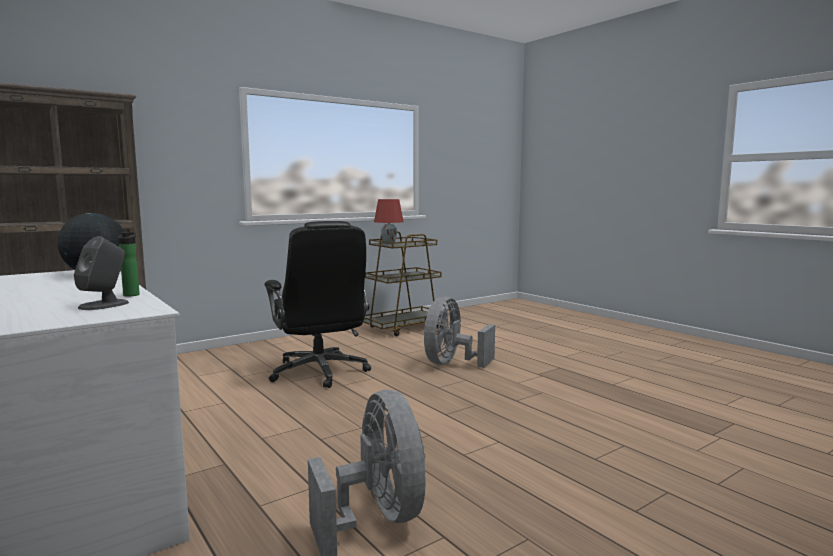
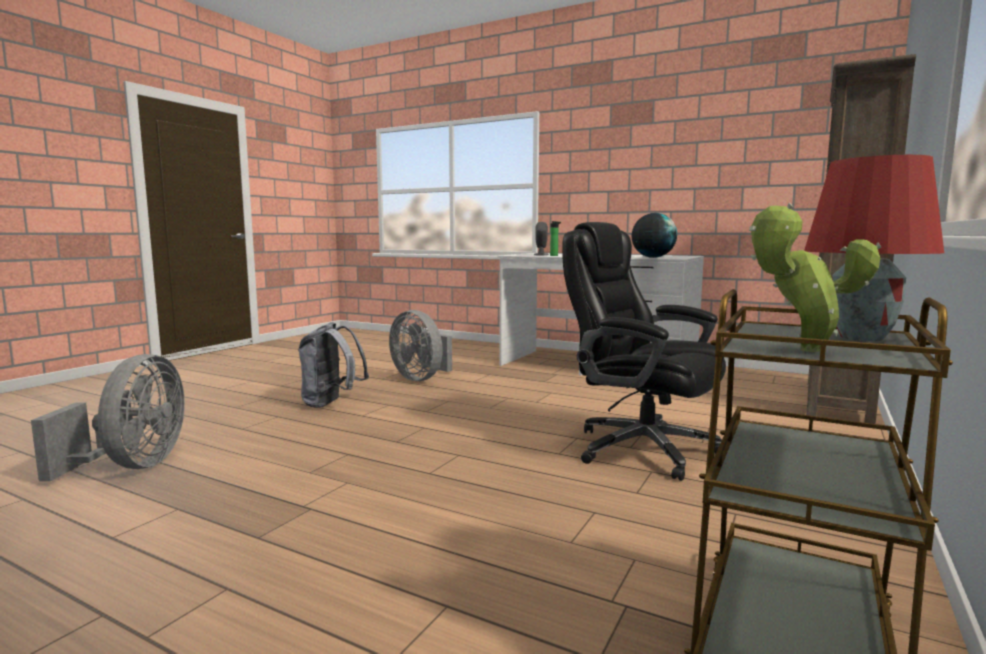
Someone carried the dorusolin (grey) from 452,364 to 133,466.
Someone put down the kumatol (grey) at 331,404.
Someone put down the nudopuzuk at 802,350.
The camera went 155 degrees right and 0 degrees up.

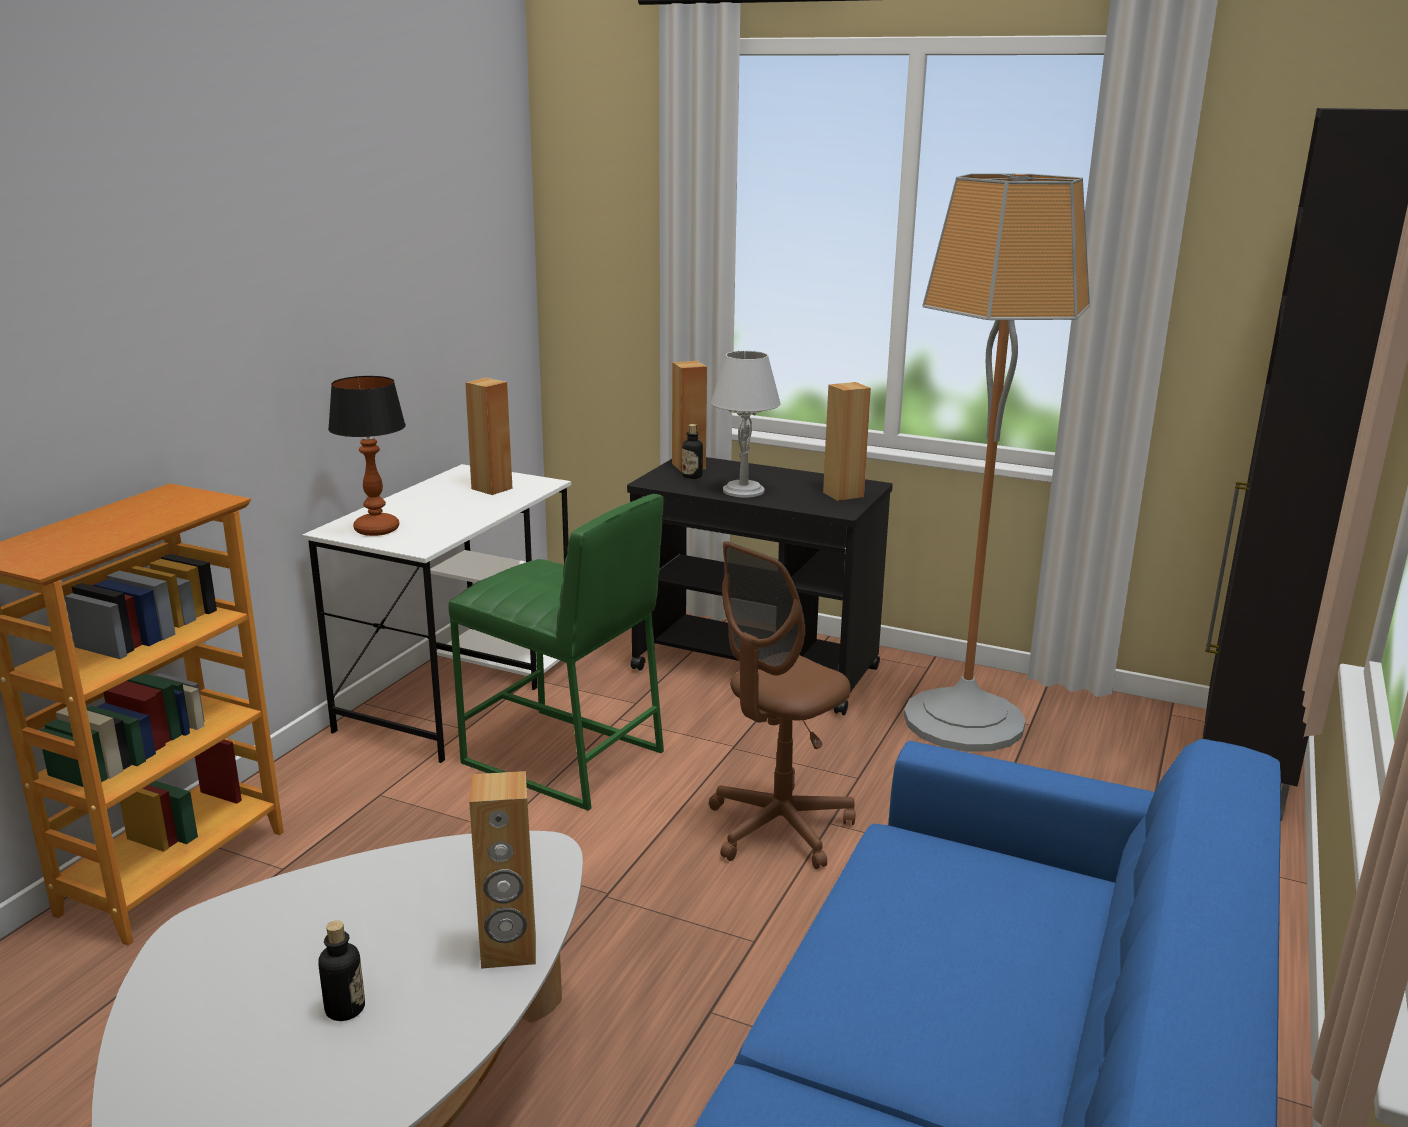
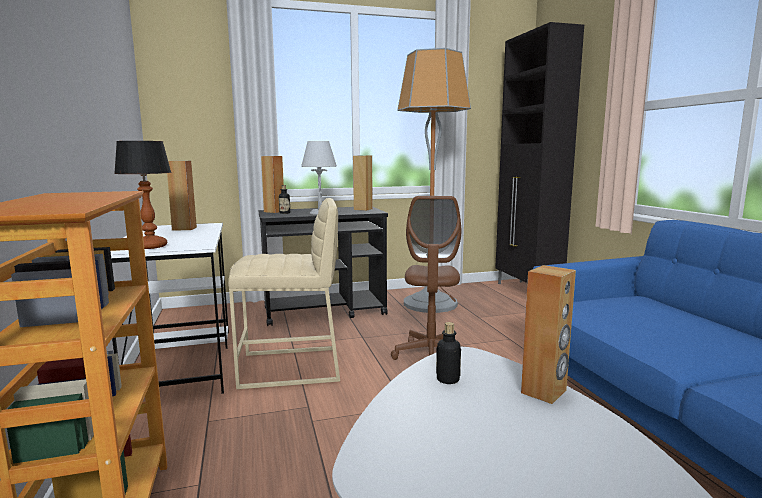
Someone carried the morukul from 345,1008 to 448,379.
Someone repainted the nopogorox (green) at 563,758, which became the nopogorox (beige) at 291,367.
The camera went 40 degrees left and 10 degrees down.

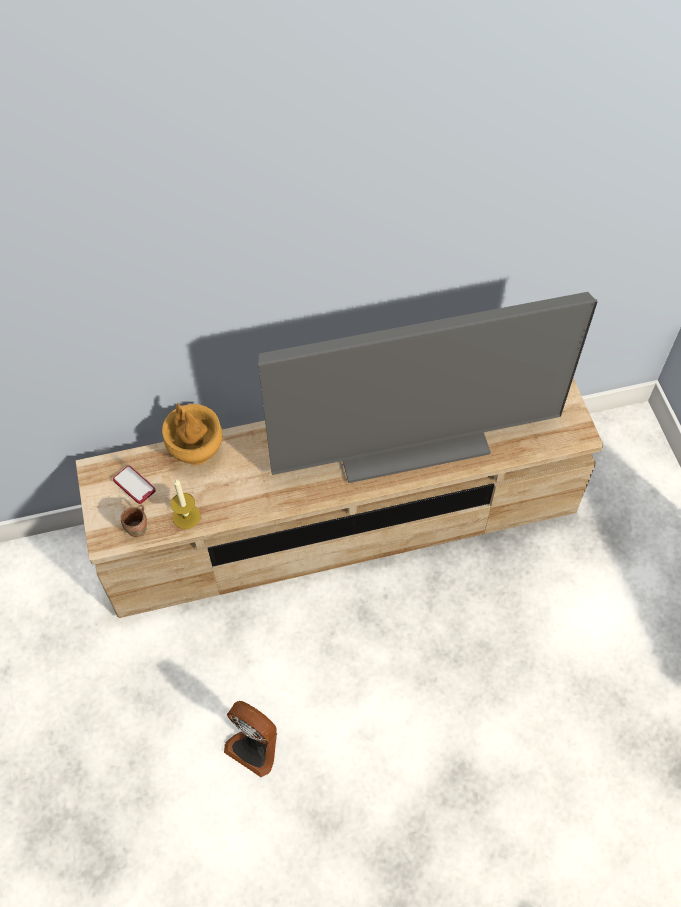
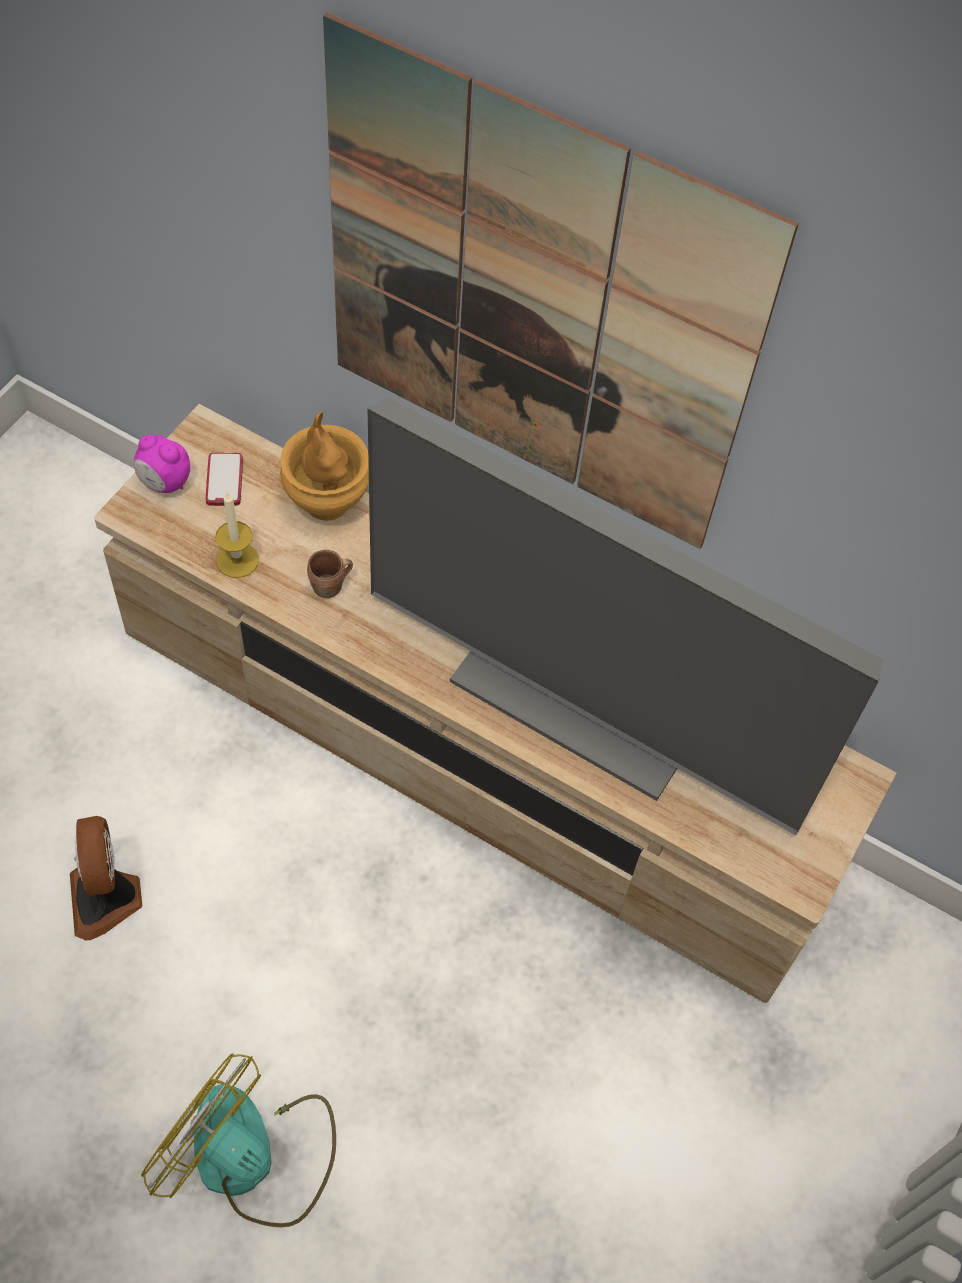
Someone carried the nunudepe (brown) from 139,528 to 330,587.
Someone put down the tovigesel at 164,483.
Someone put down the dorusolin at 252,1157.
Someone put up the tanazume at 534,301.
The camera went 40 degrees right and 0 degrees up.

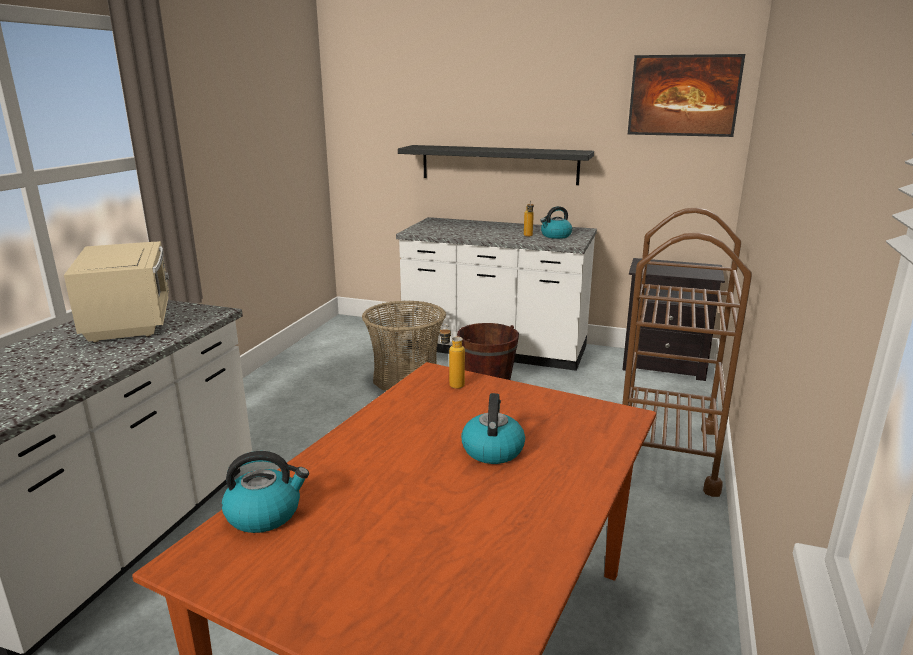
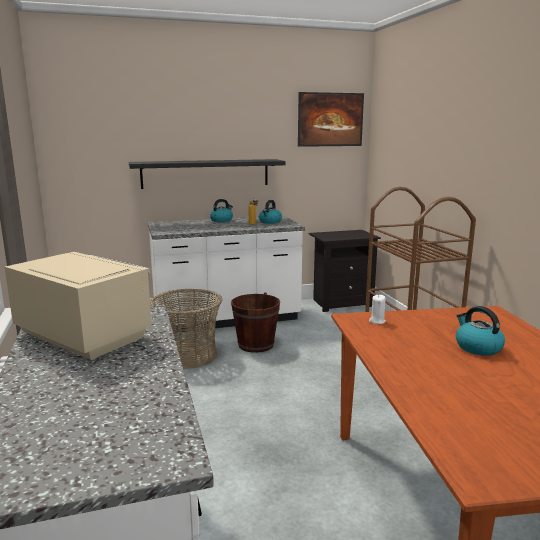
Someone carried the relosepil from 265,513 to 221,220.
Someone swapped the morukul at 451,384 for the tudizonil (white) at 377,321.
The camera went 35 degrees left and 5 degrees down.

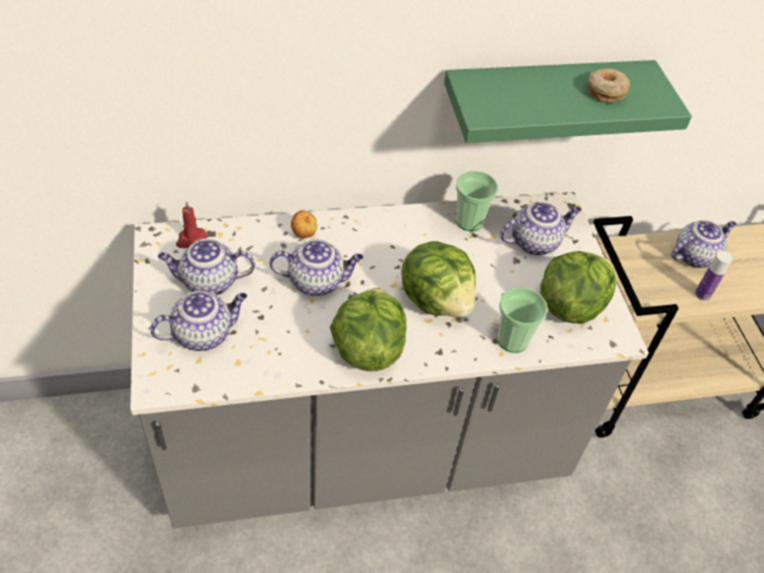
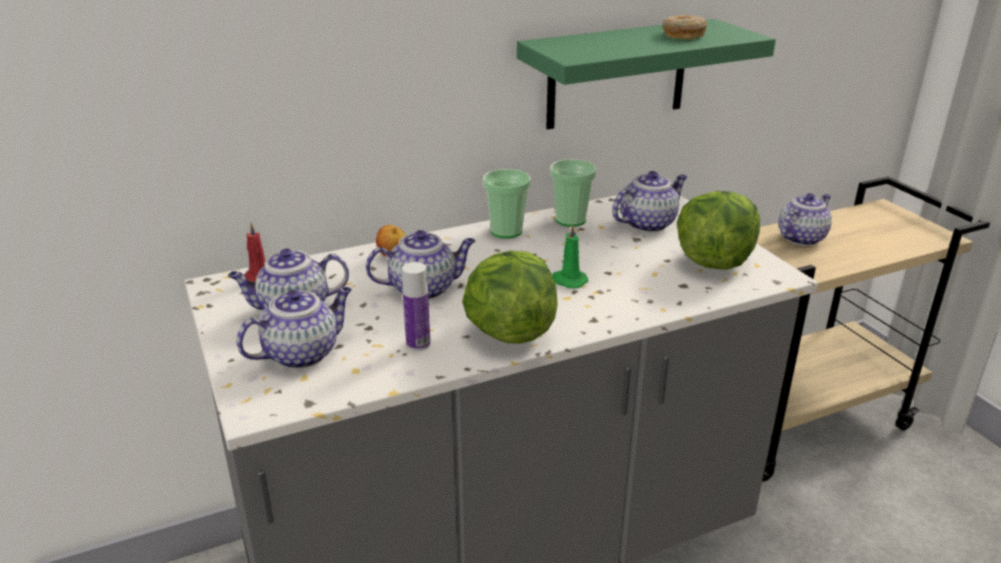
Someone swapped the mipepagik at 437,300 for the tudizonil (green) at 568,280.
Someone carried the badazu from 512,340 to 506,231.
Someone carried the morukul from 702,294 to 418,344.
The camera went 10 degrees left and 20 degrees down.

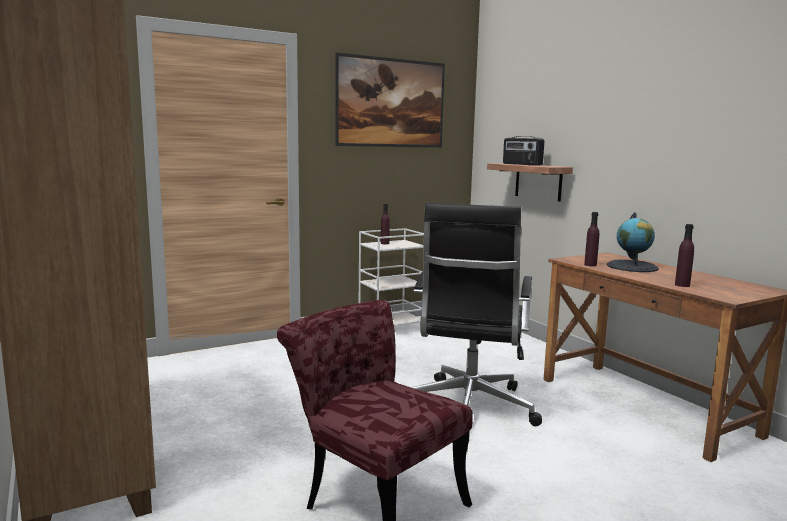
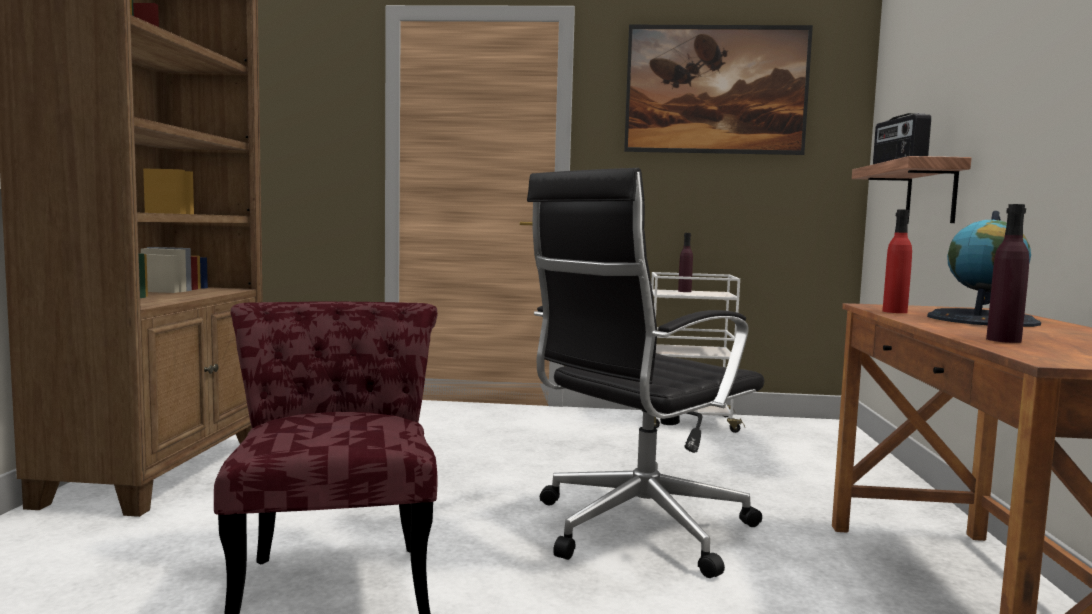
Someone repainted the morukul (purple) at 590,265, which became the morukul (red) at 894,311.
The camera went 35 degrees right and 5 degrees down.

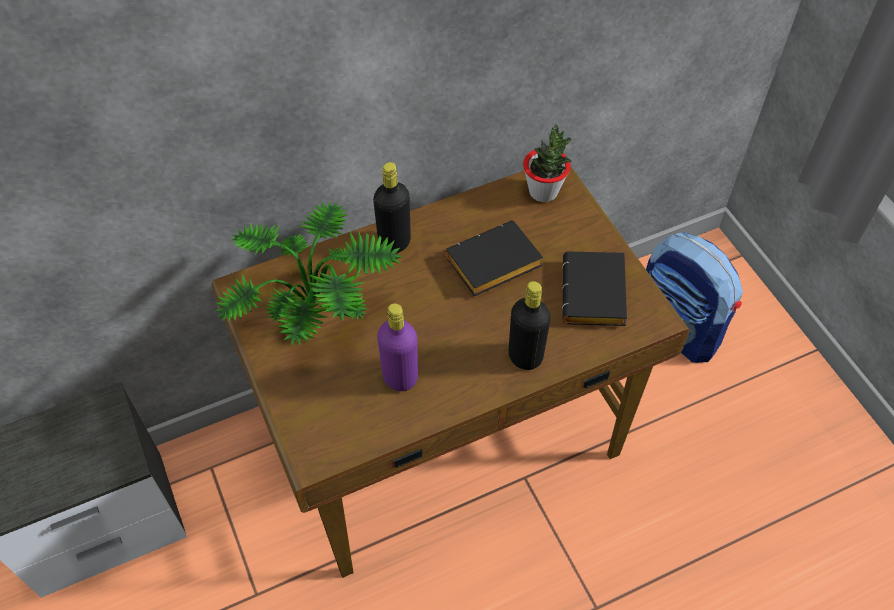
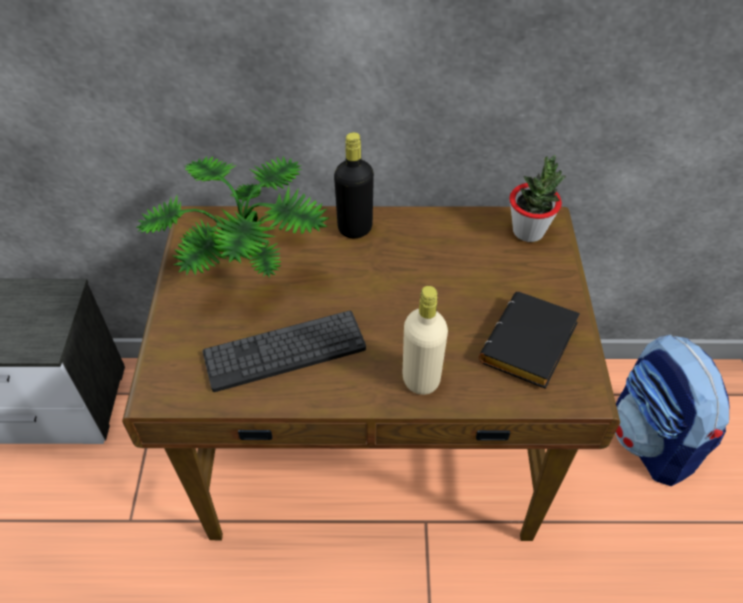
Someone swapped the morukul (purple) at 400,377 for the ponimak at 285,351.
Someone took away the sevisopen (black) at 492,265.
Someone repainted the morukul (black) at 525,356, which became the morukul (beige) at 421,379.
The camera went 25 degrees right and 5 degrees down.

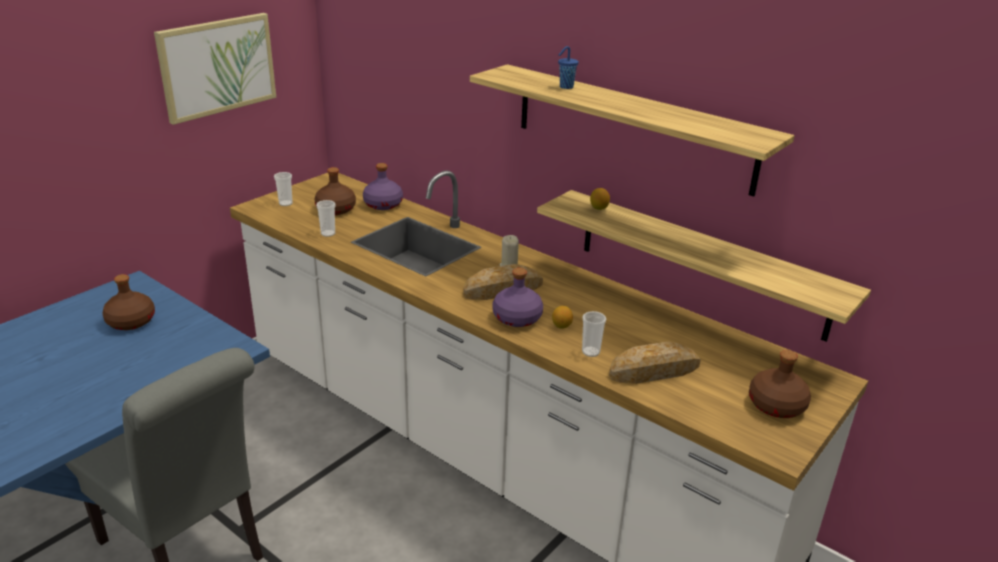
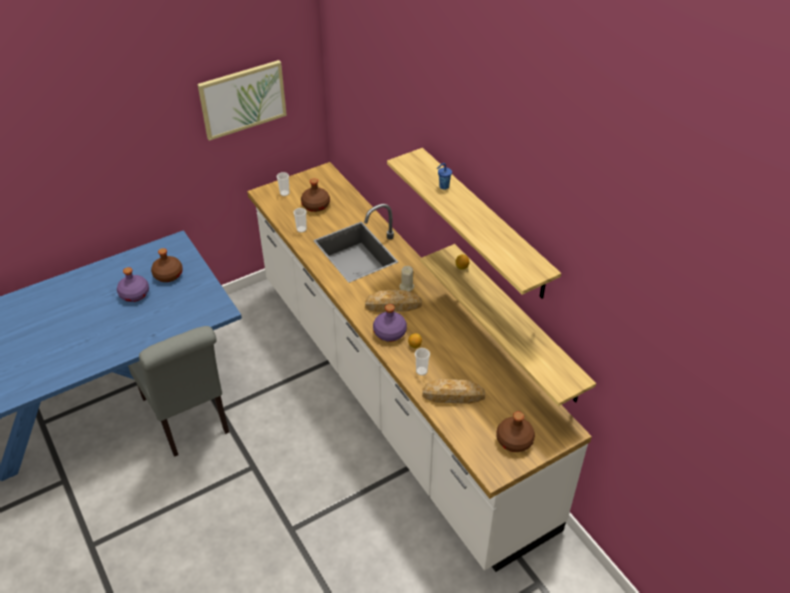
Someone carried the morukul (purple) from 383,204 to 135,294.
The camera went 20 degrees right and 15 degrees up.

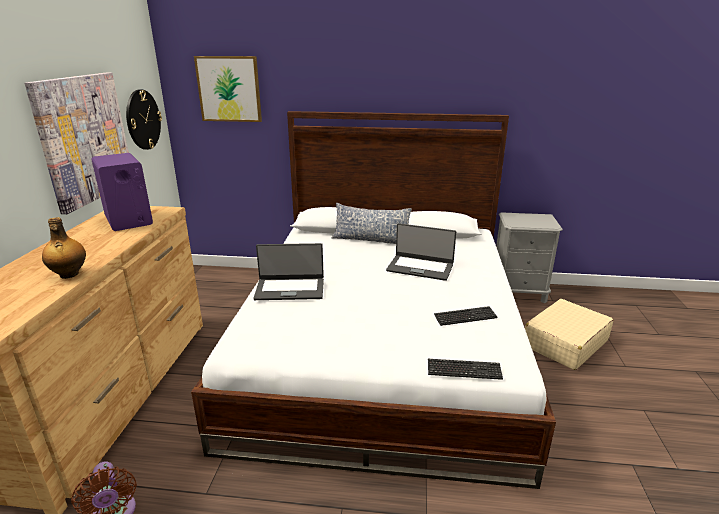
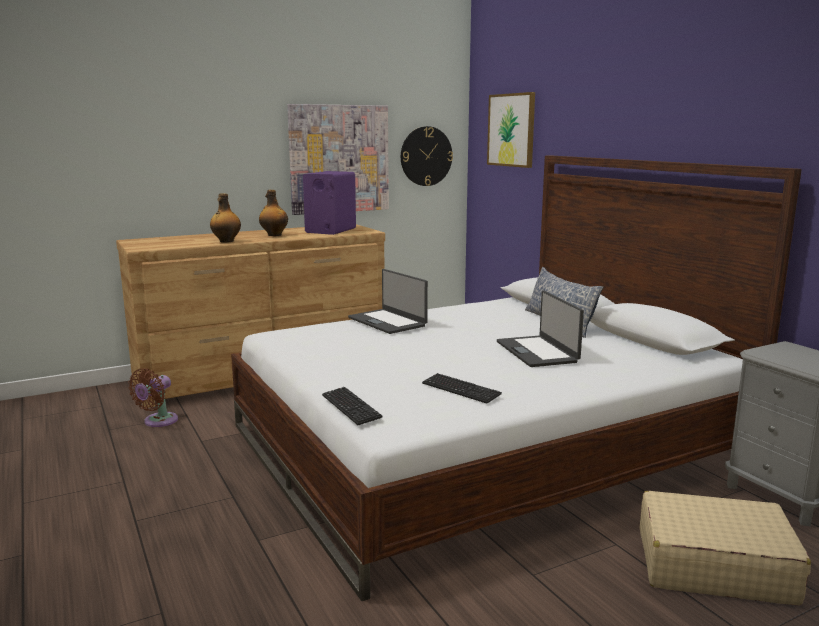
Someone put down the morukul at 274,235.
The camera went 55 degrees right and 10 degrees down.

